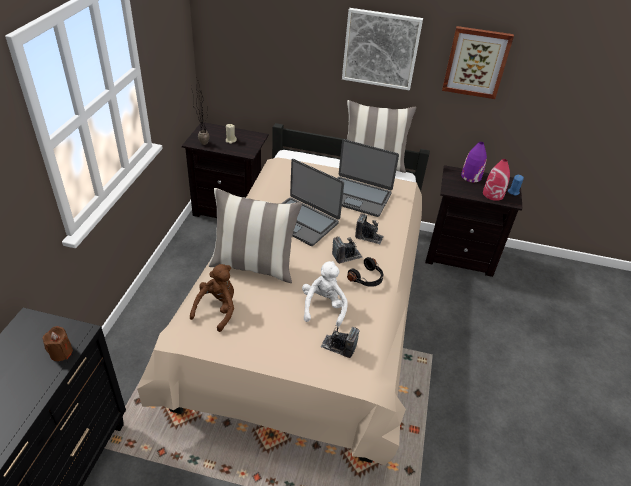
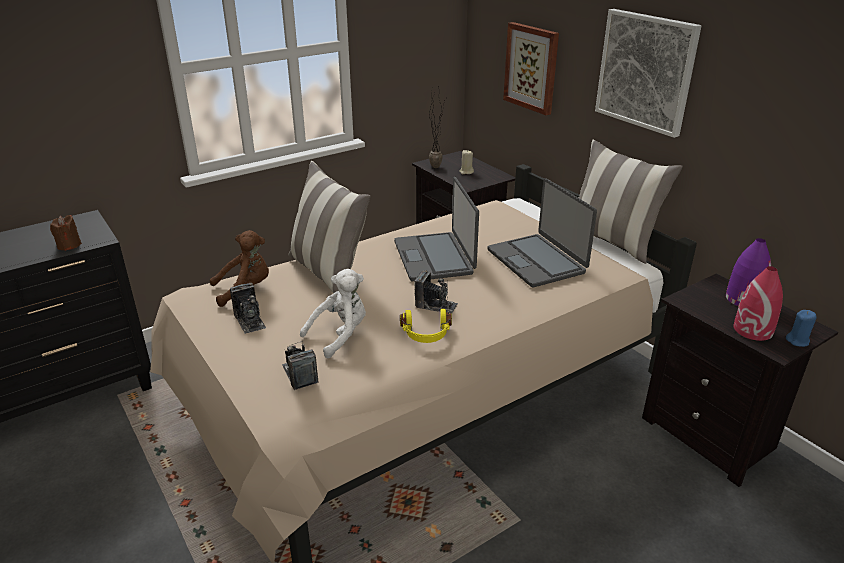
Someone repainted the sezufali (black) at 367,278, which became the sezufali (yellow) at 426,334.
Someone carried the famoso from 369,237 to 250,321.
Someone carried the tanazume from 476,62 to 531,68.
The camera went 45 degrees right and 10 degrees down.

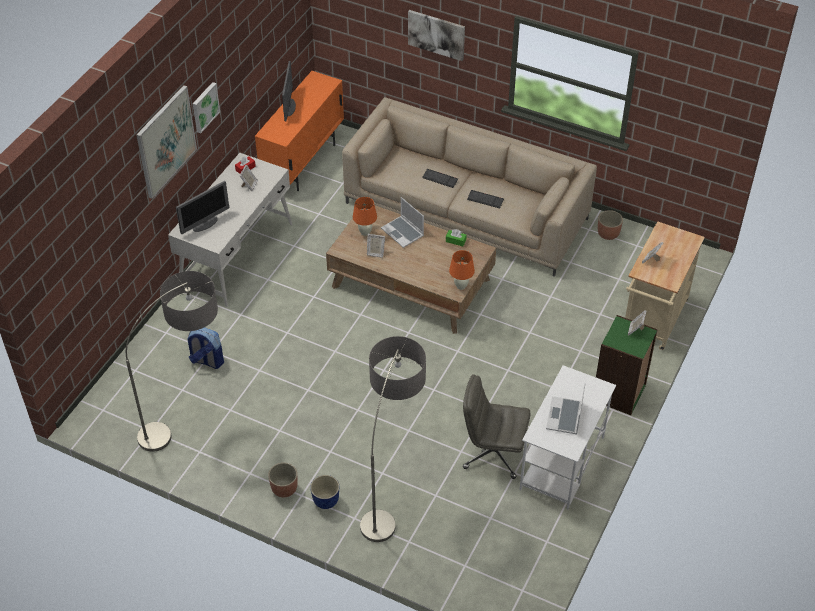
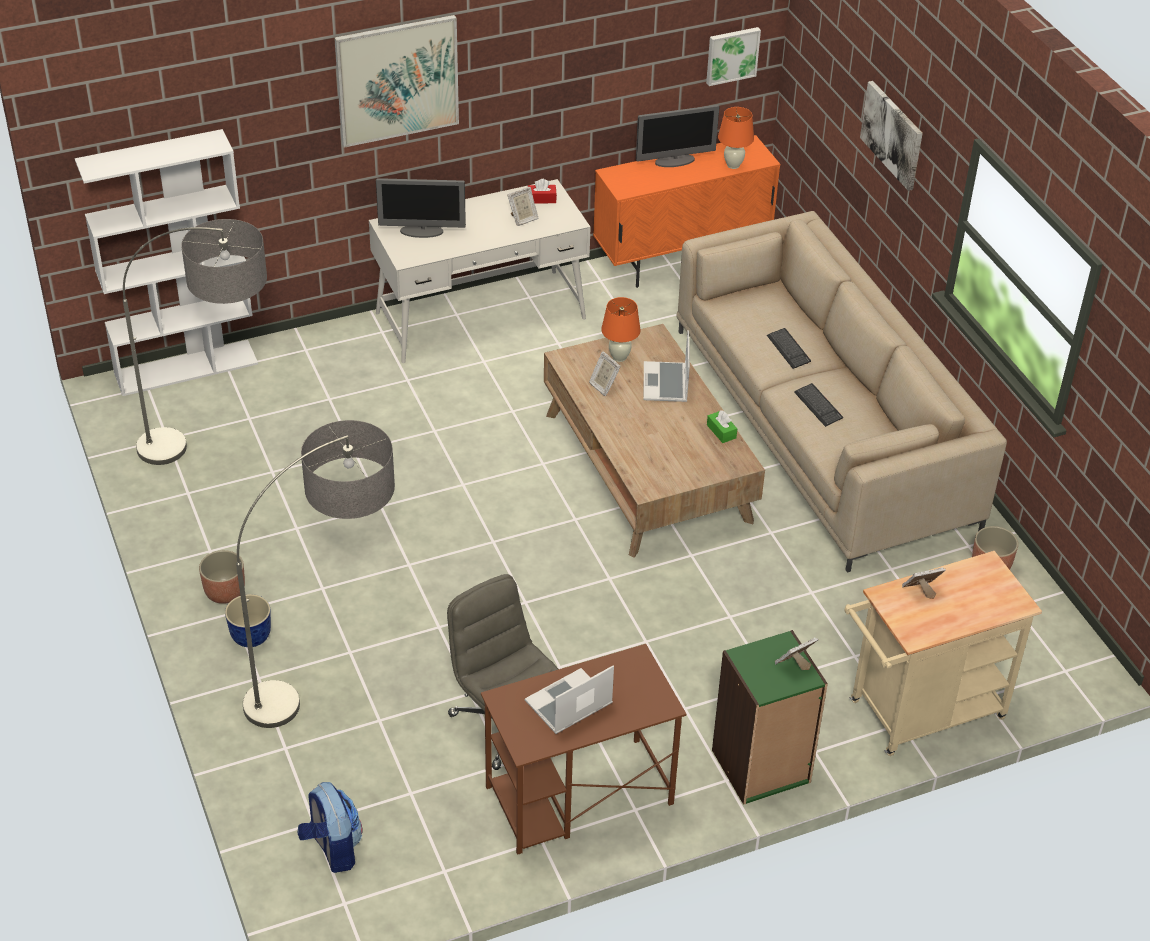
Someone carried the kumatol from 207,361 to 332,849.
Someone carried the tanazume from 204,107 to 732,55.
Someone rotated the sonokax at 289,108 by 150 degrees counterclockwise.
Someone carried the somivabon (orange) from 461,286 to 733,165.
Someone repainted the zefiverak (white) at 562,463, which became the zefiverak (brown) at 578,796.
Someone put down the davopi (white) at 186,367.
The camera went 40 degrees right and 5 degrees down.

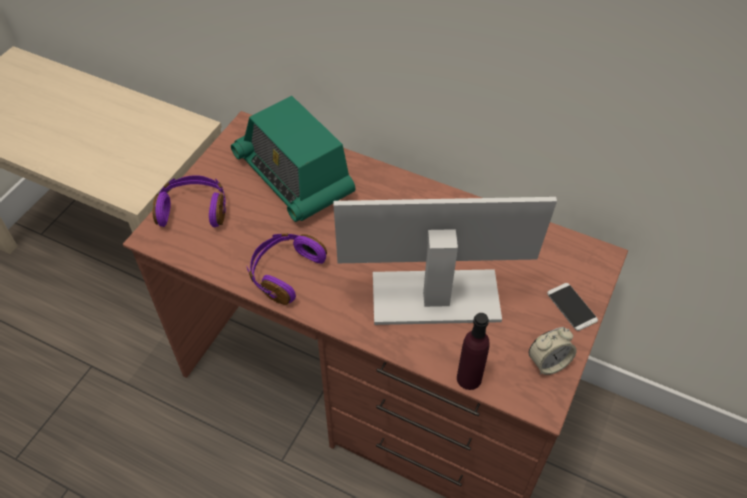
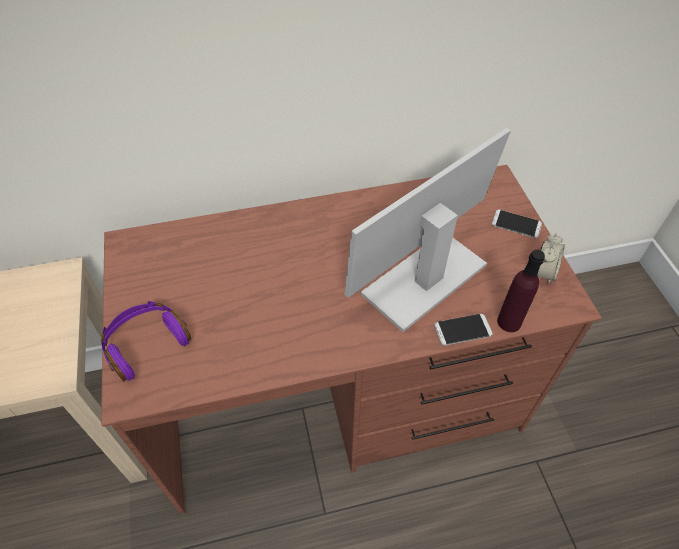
Someone took away the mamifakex at 294,176.
Someone took away the sezufali (purple) at 284,272.
Someone put down the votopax at 462,330.
The camera went 40 degrees left and 0 degrees up.

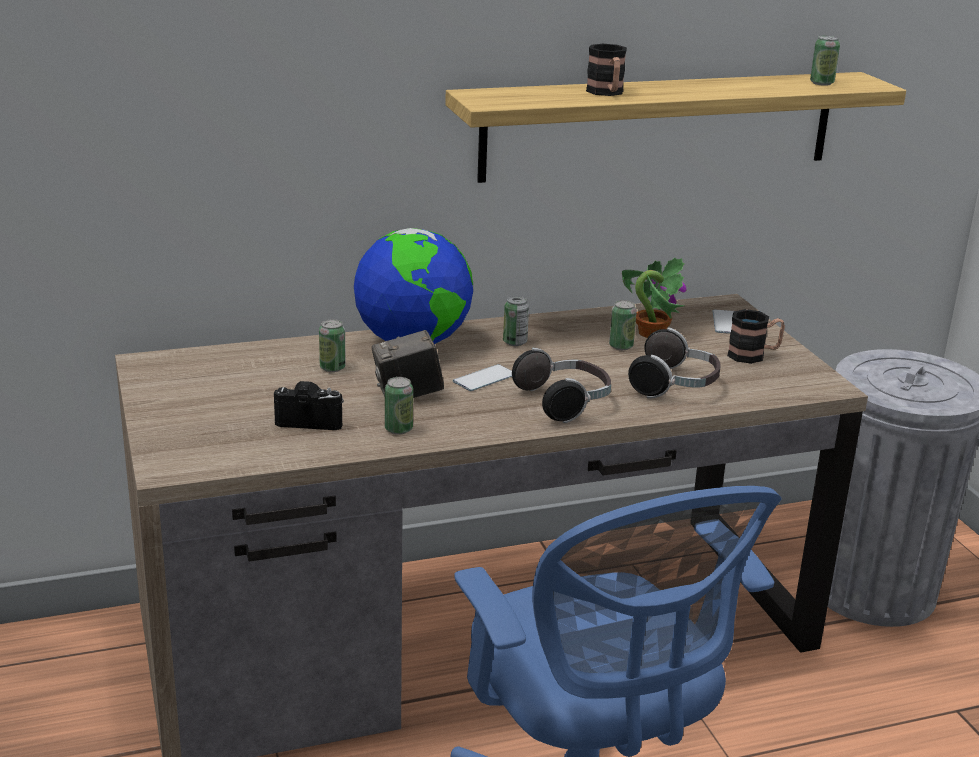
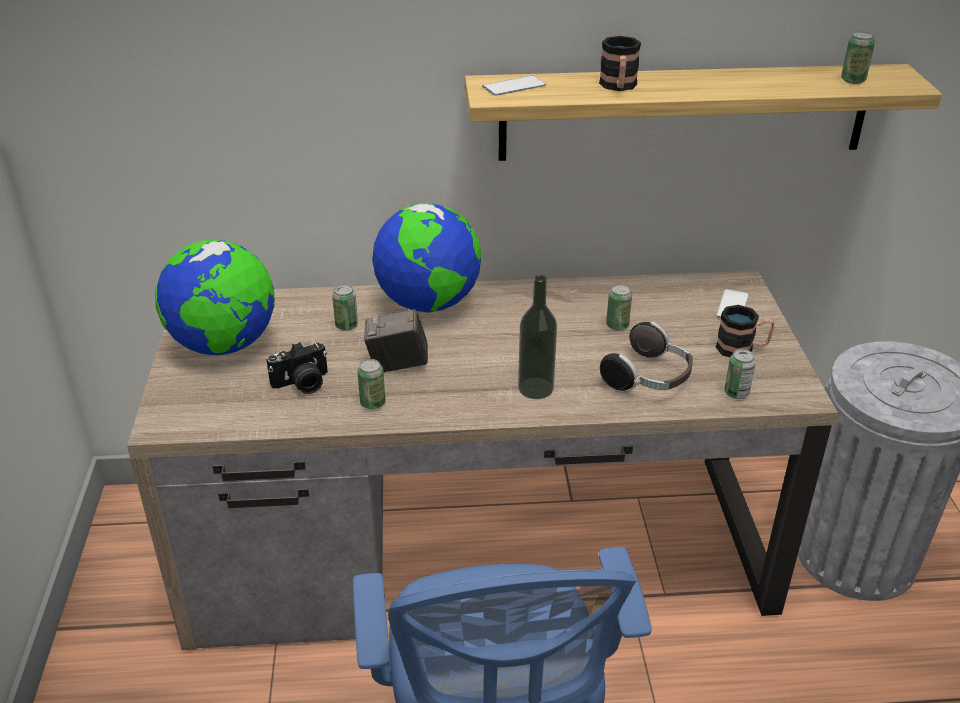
Someone rotated the famoso at 311,420 by 135 degrees clockwise.
Someone carried the votopax from 484,378 to 514,86.
Someone carried the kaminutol from 515,342 to 736,393.
Someone swapped the sezufali at 565,402 for the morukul at 535,388.
Someone took away the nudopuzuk at 650,333.
Someone put down the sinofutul at 224,345.
The camera went 15 degrees right and 10 degrees up.

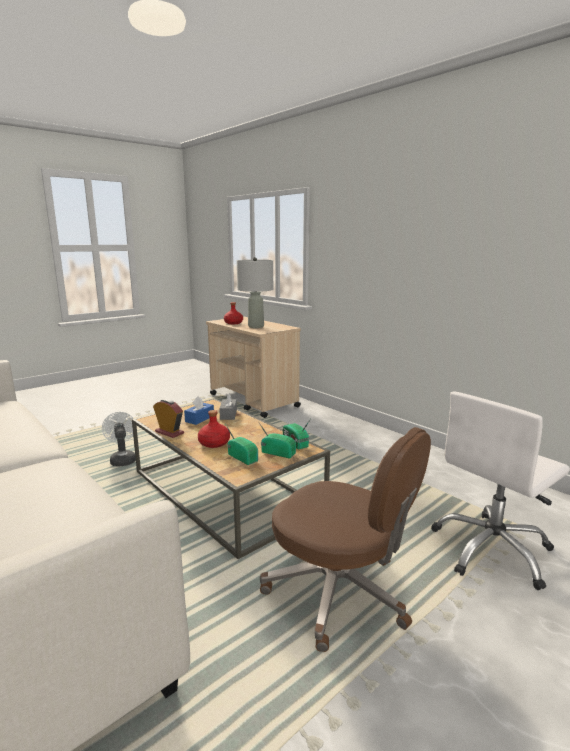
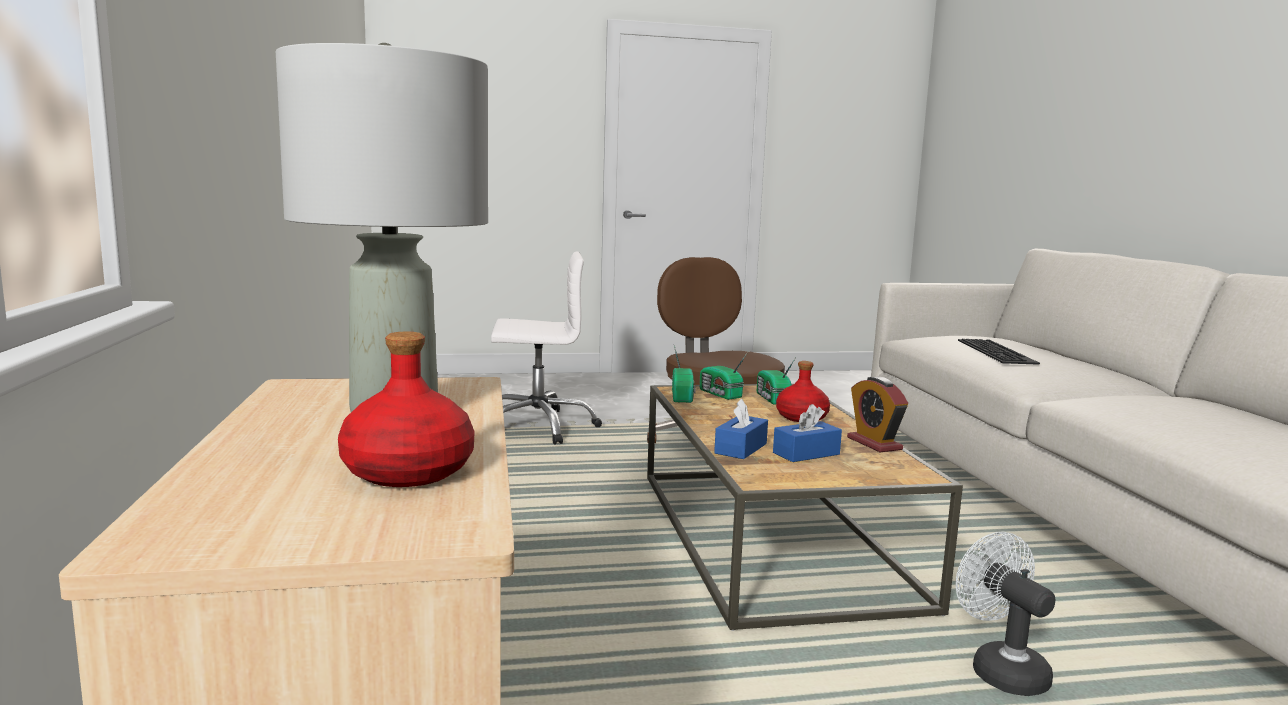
Someone rotated the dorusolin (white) at 122,459 by 150 degrees clockwise.
Someone repainted the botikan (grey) at 228,414, which became the botikan (blue) at 741,448.
Someone put down the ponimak at 998,352.
The camera went 150 degrees left and 5 degrees down.

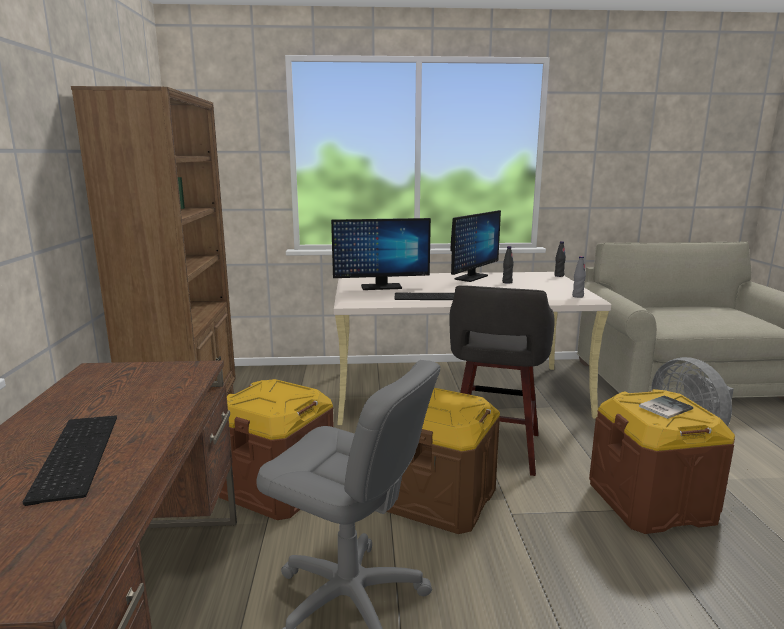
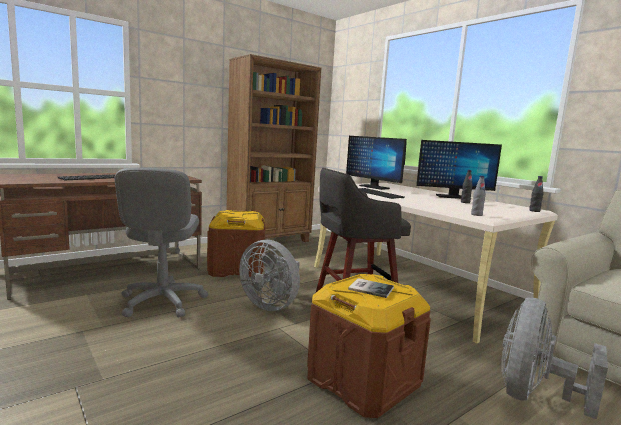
Someone swapped the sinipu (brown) at 440,498 for the dorusolin (grey) at 271,305.
The camera went 55 degrees right and 5 degrees down.

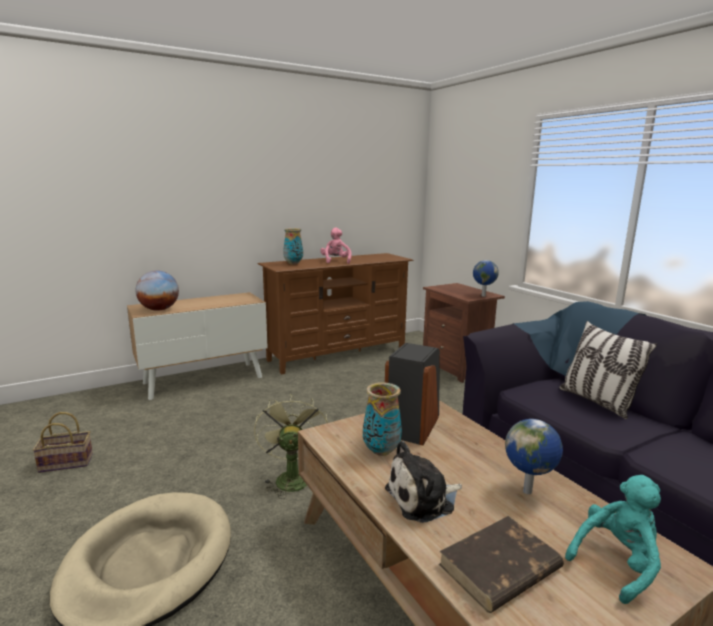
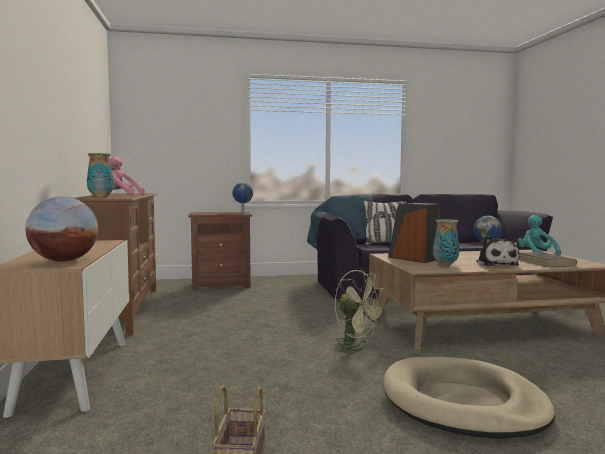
Someone rotated the dorusolin (green) at 291,477 by 150 degrees counterclockwise.
The camera went 70 degrees left and 10 degrees down.

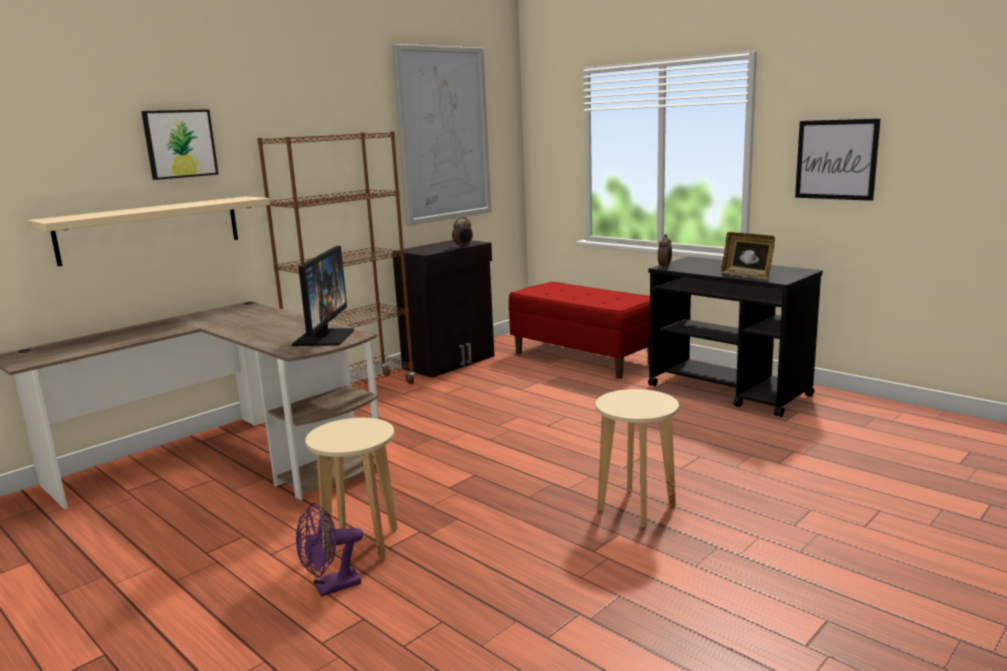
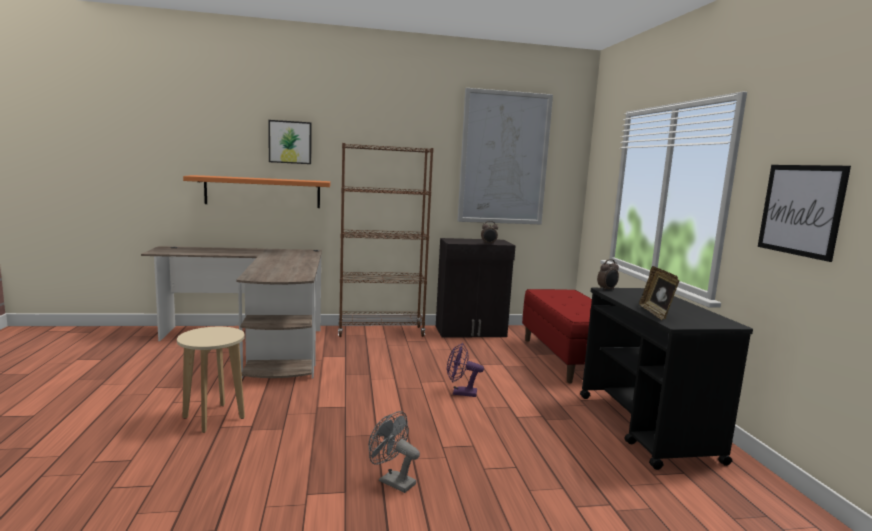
Someone repainted the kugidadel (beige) at 150,229, which became the kugidadel (orange) at 263,192.
Someone took away the sonokax at 324,337.
Someone carried the dorusolin (purple) from 330,587 to 460,393.
Someone swapped the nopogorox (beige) at 636,508 for the dorusolin (grey) at 392,481.
The camera went 35 degrees right and 5 degrees down.

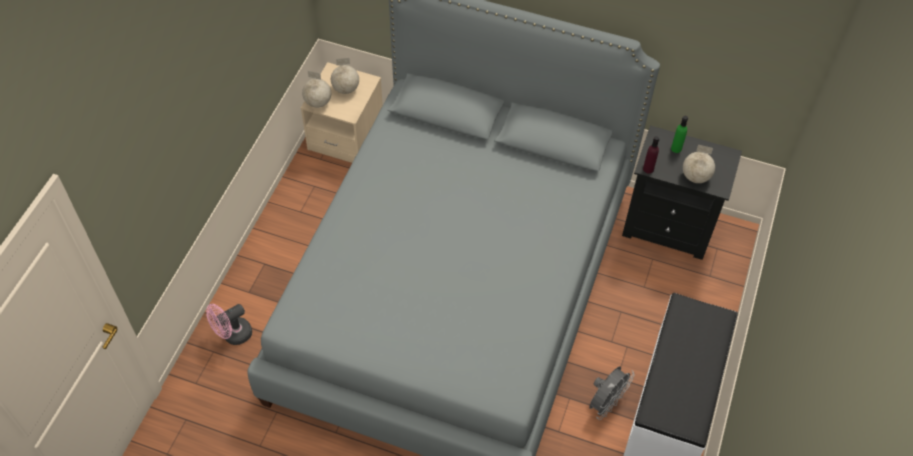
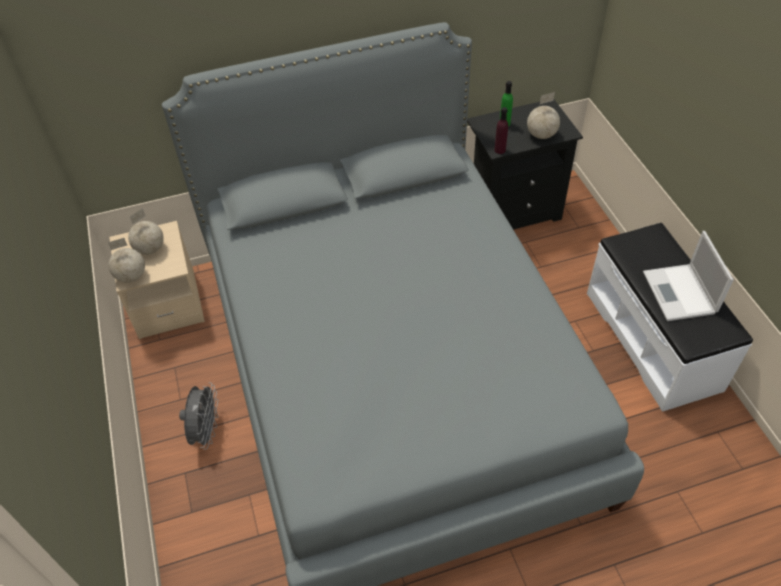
Someone took away the dorusolin (pink) at 233,335.
Someone carried the dorusolin (grey) from 605,403 to 206,431.
Someone put down the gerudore at 680,294.
The camera went 35 degrees left and 5 degrees down.

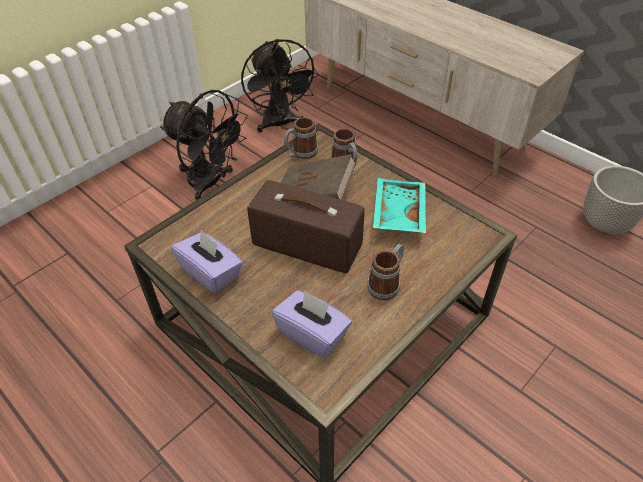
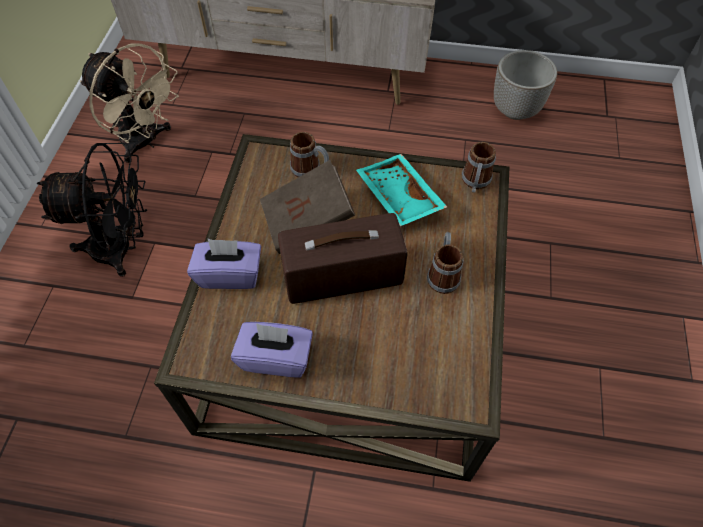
Someone repainted the dorusolin (black) at 280,124, which became the dorusolin (beige) at 145,142.
Someone carried the botikan (purple) from 313,334 to 230,274.
Someone carried the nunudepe from 301,154 to 475,183.
The camera went 35 degrees left and 10 degrees up.

